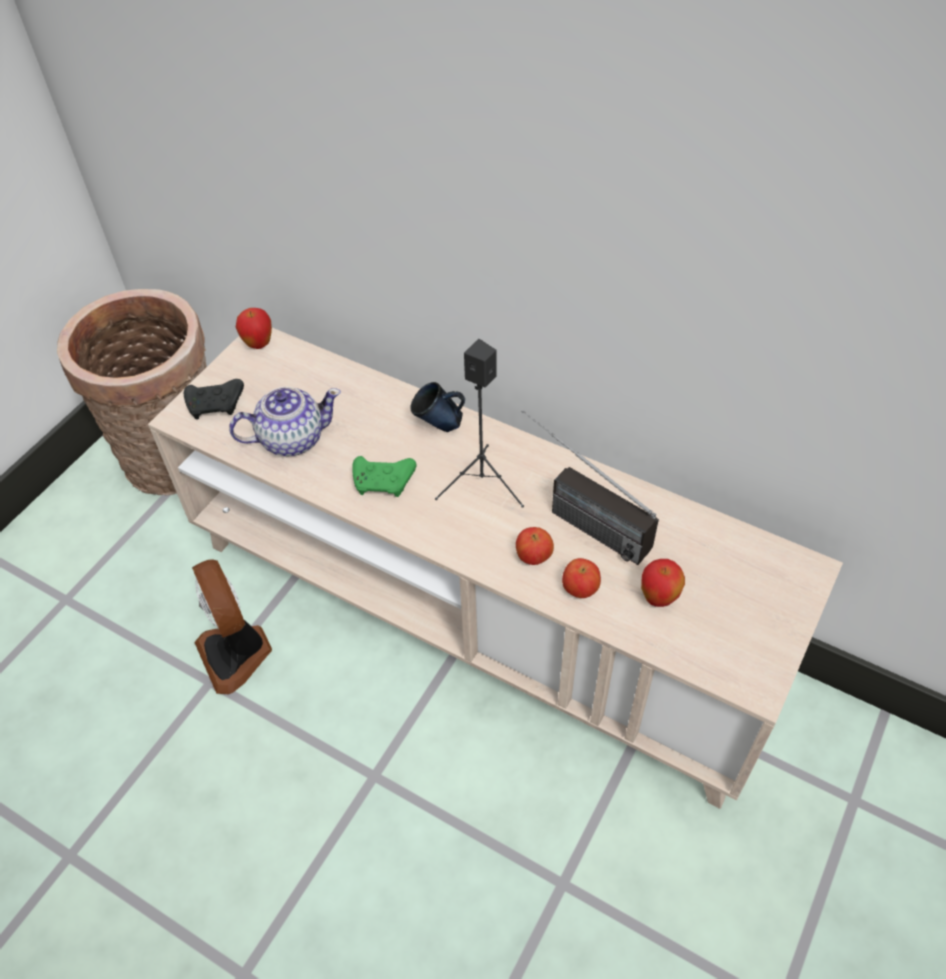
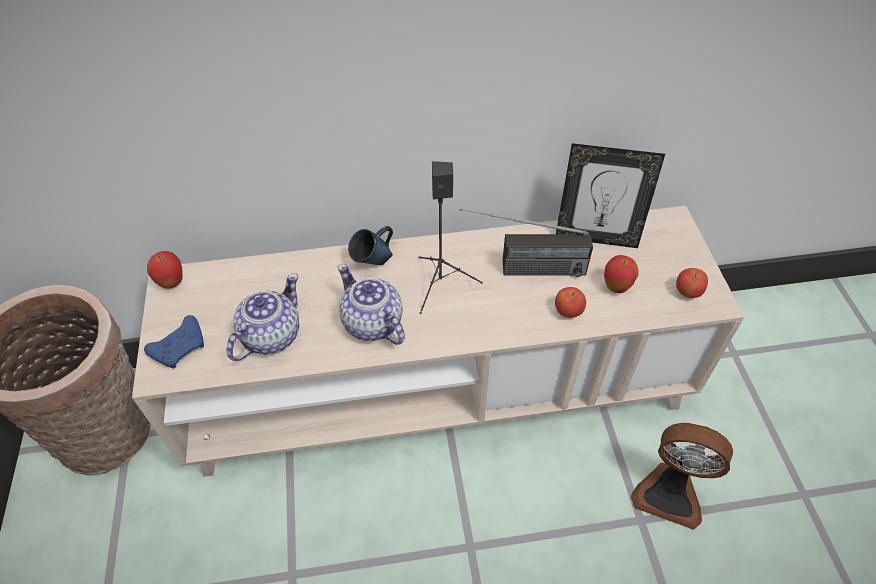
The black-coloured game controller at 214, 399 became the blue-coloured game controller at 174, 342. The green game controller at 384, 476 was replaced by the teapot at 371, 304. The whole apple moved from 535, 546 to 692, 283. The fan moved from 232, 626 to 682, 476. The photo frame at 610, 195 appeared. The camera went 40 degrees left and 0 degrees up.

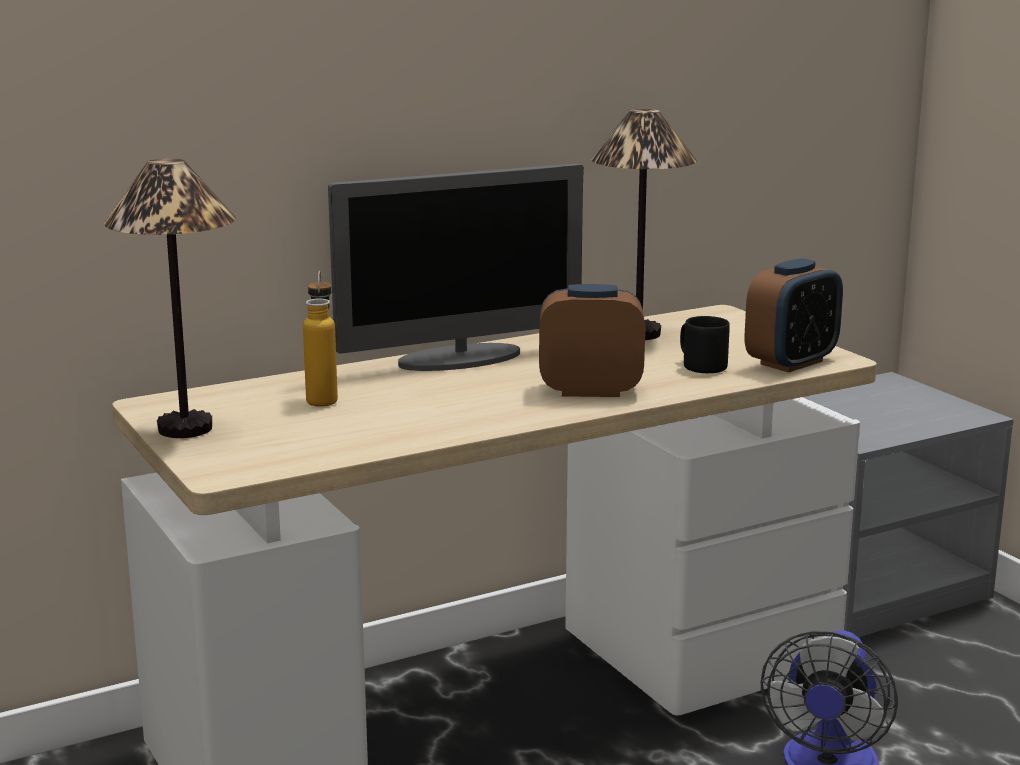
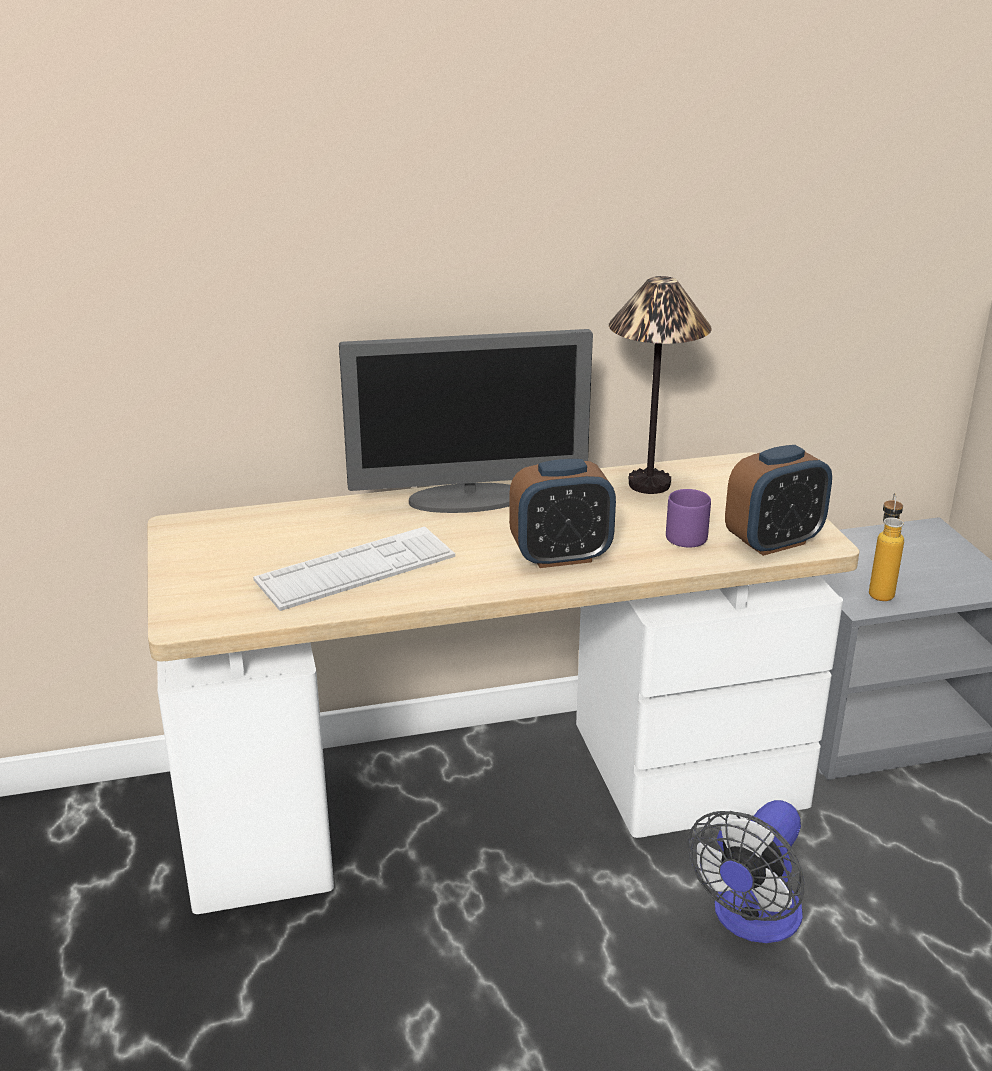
The lamp for a table at 170, 298 disappeared. The beverage bottle moved from 320, 339 to 886, 547. The alarm clock at 592, 340 turned 150 degrees clockwise. The black-coloured mug at 705, 344 became the purplish mug at 688, 518. The PC keyboard at 354, 568 appeared. The camera went 15 degrees right and 10 degrees up.

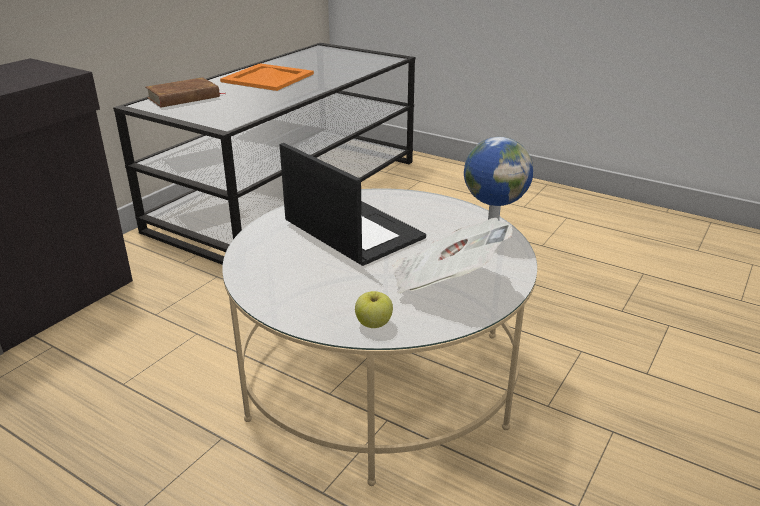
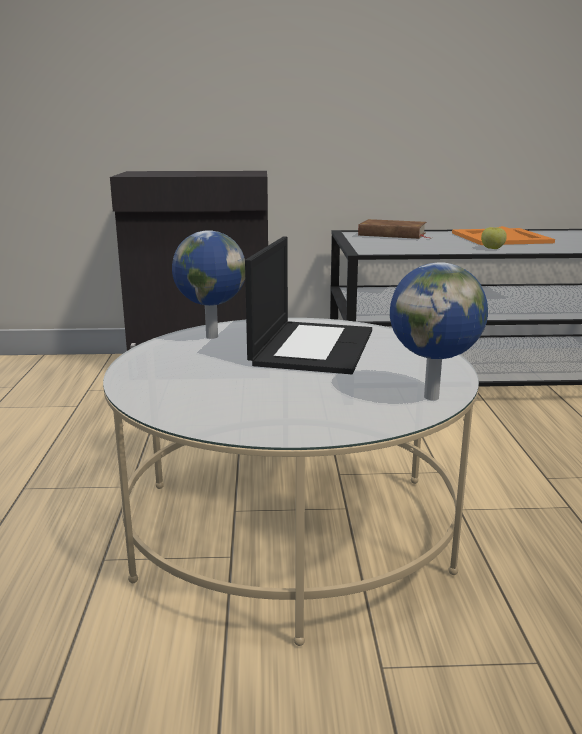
The newspaper at 453, 256 disappeared. The whole apple moved from 374, 309 to 494, 238. The globe at 208, 284 appeared. The camera went 55 degrees right and 10 degrees down.

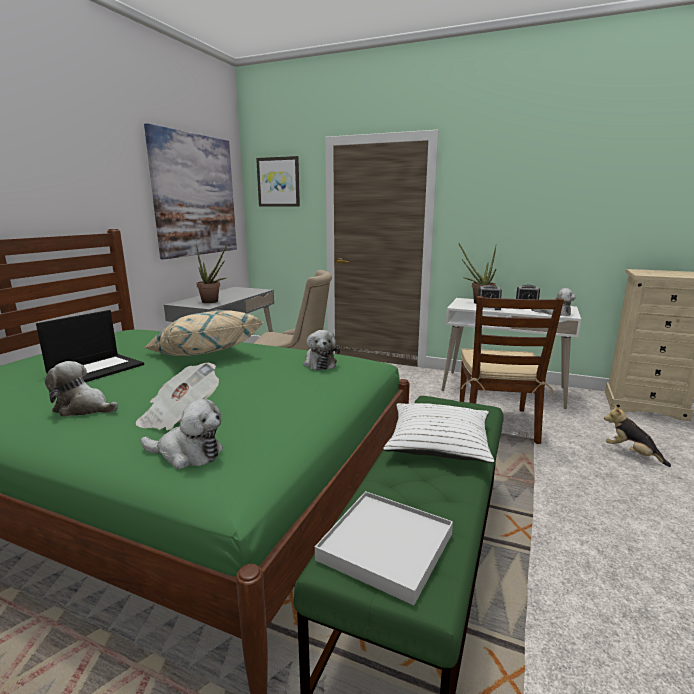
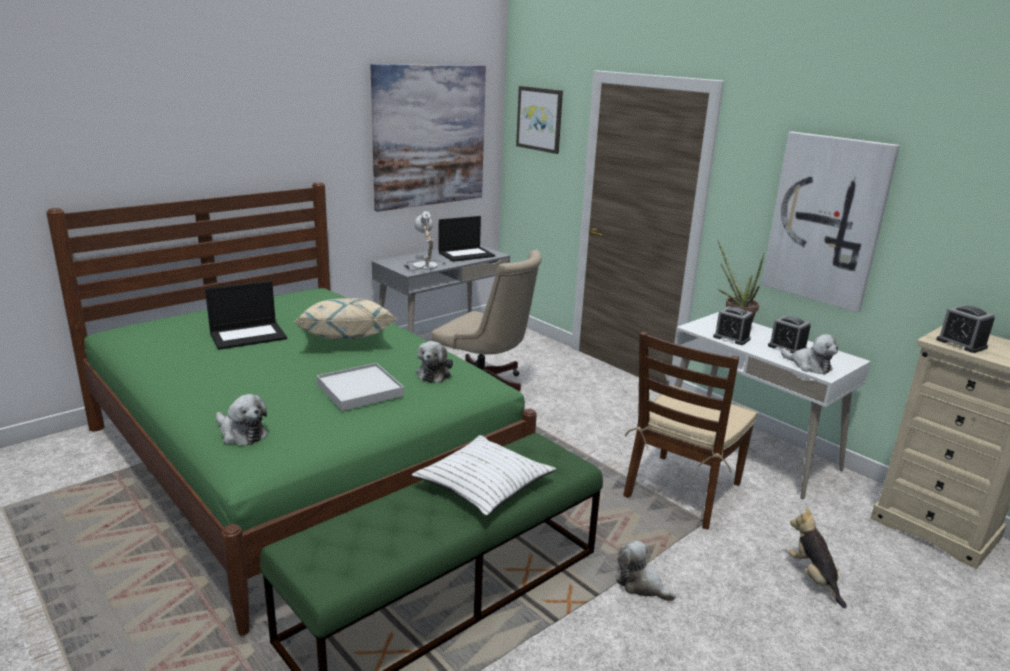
The plant in a pot at 212, 273 was replaced by the lamp for a table at 425, 241. The plush toy moved from 81, 389 to 646, 570. The newspaper at 177, 396 disappeared. The whitish carrying tray moved from 384, 548 to 360, 387. The picture at 830, 222 appeared. The notebook computer at 466, 239 appeared. The alarm clock at 965, 329 appeared. The camera went 25 degrees right and 5 degrees up.

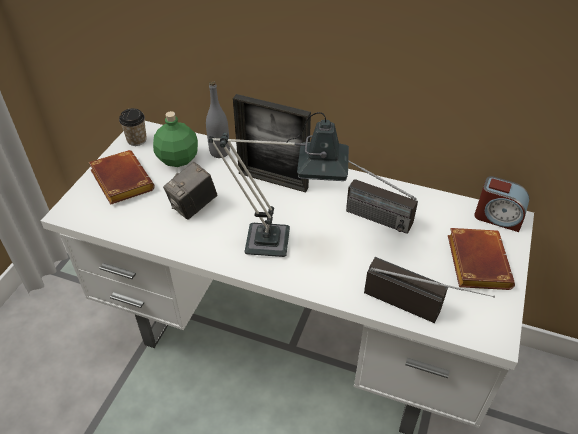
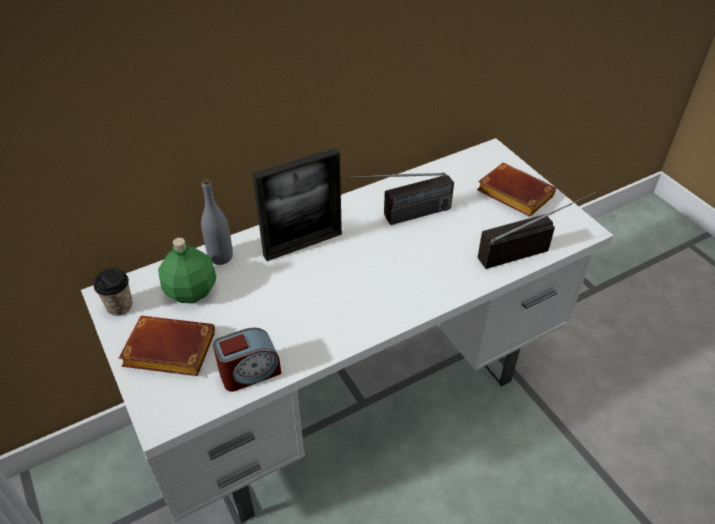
The lamp for a table at 279, 184 disappeared. The still camera at 190, 191 disappeared. The alarm clock moved from 502, 204 to 247, 360. The camera went 50 degrees left and 0 degrees up.

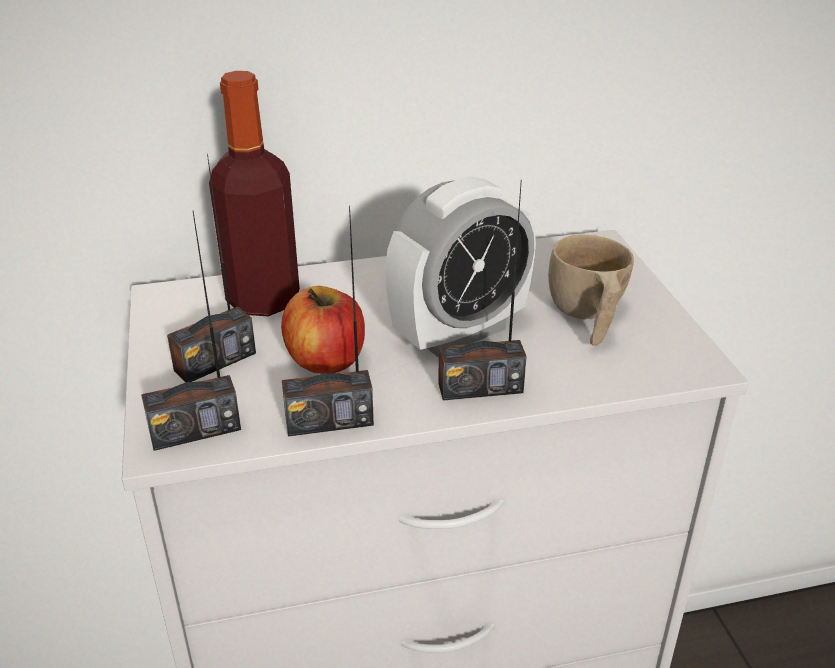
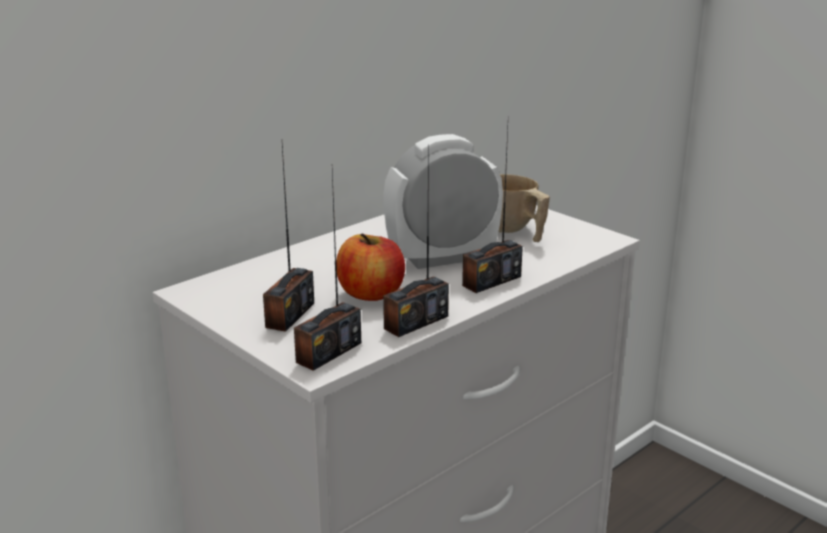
The beverage bottle at 254, 193 disappeared. The alarm clock at 460, 267 turned 135 degrees counterclockwise. The camera went 30 degrees left and 10 degrees down.

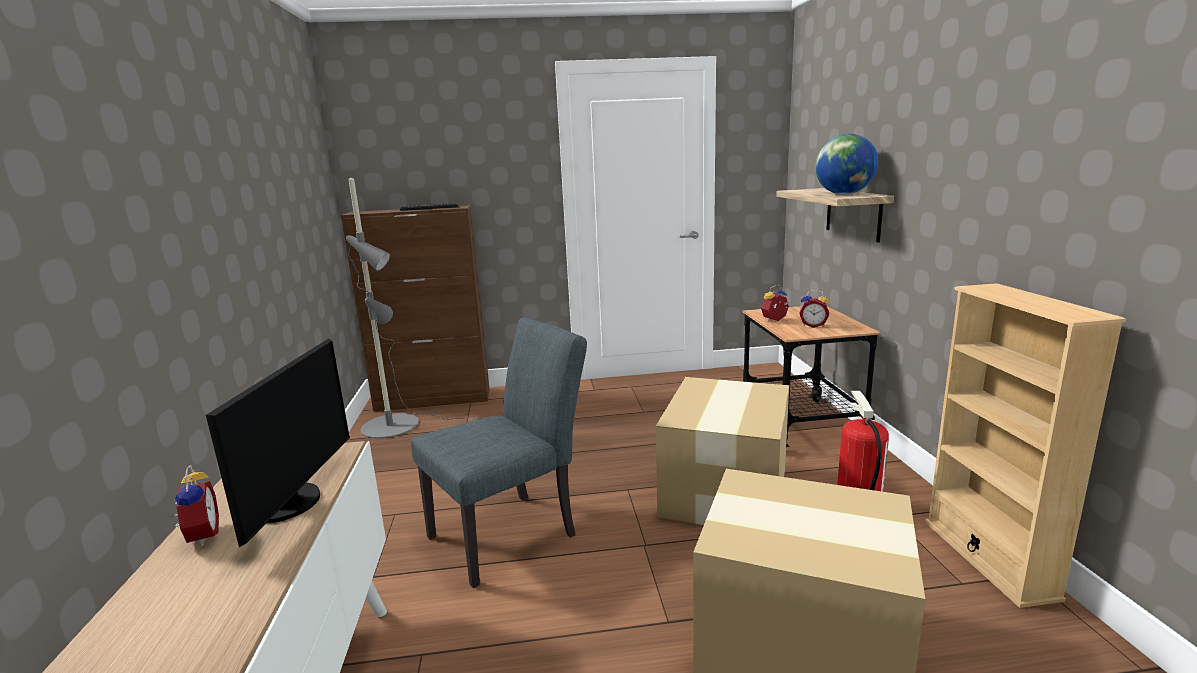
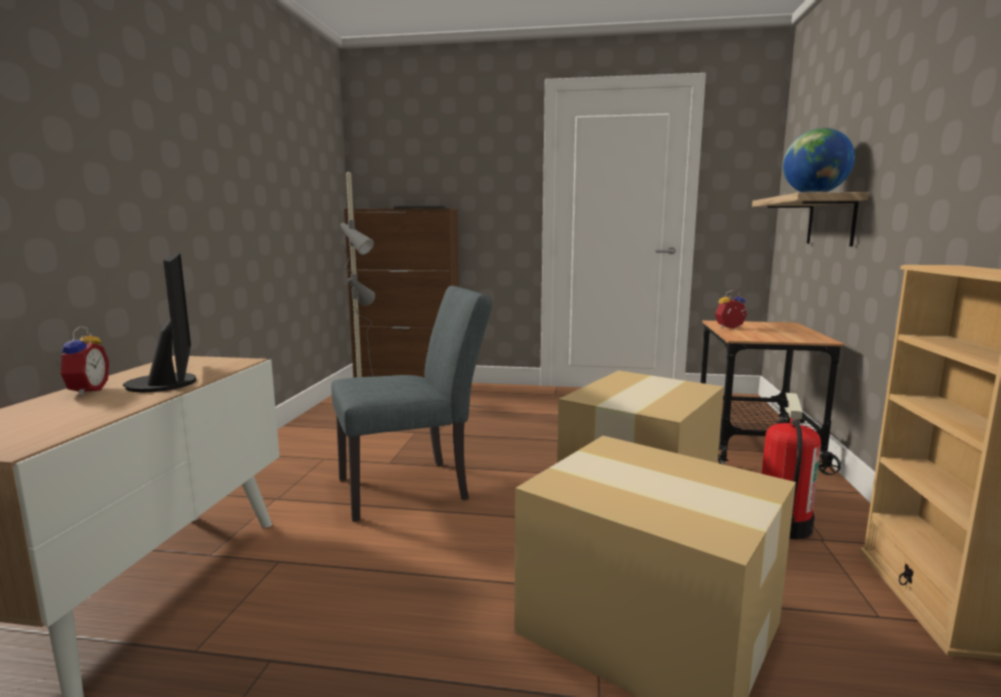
The alarm clock at 814, 309 disappeared. The monitor at 278, 442 turned 45 degrees counterclockwise. The camera went 15 degrees right and 5 degrees down.

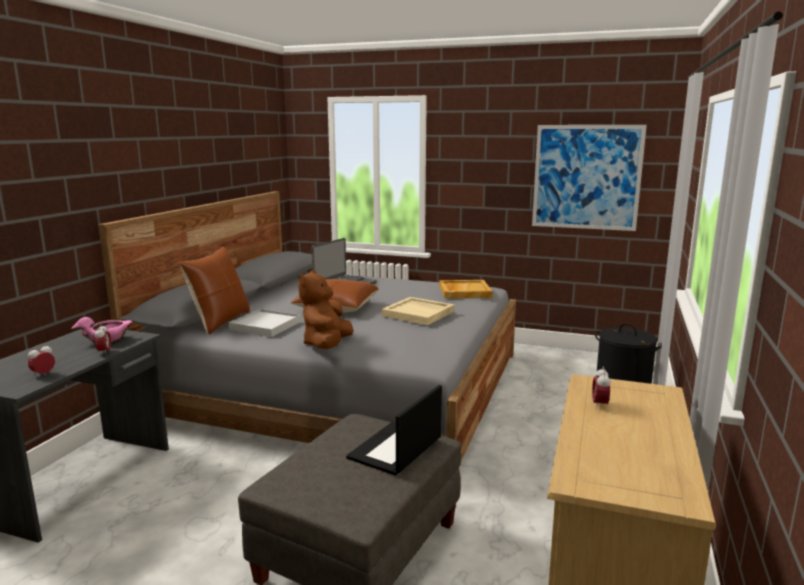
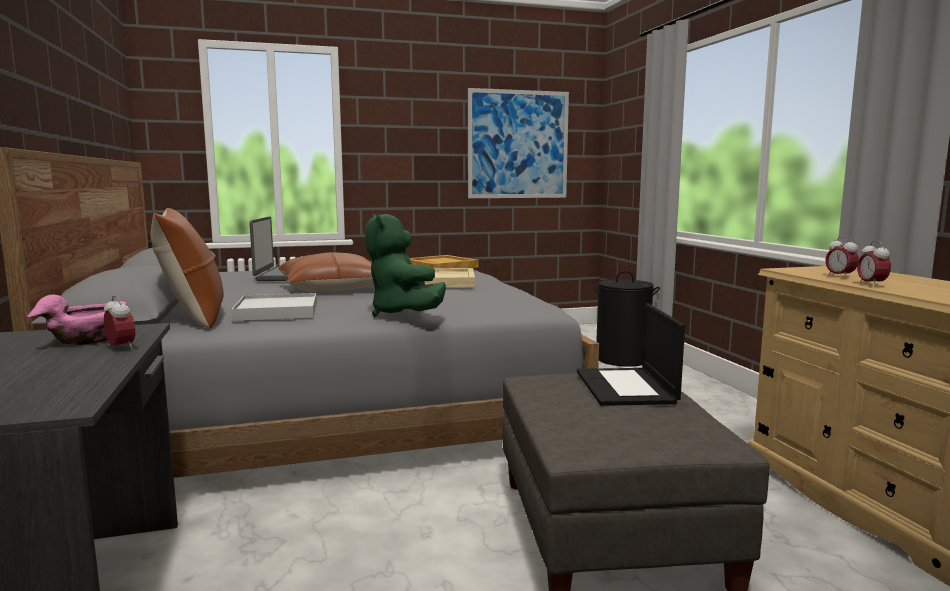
The brownish plush toy at 325, 309 became the green plush toy at 405, 265. The alarm clock moved from 41, 360 to 874, 264. The camera went 35 degrees left and 5 degrees down.

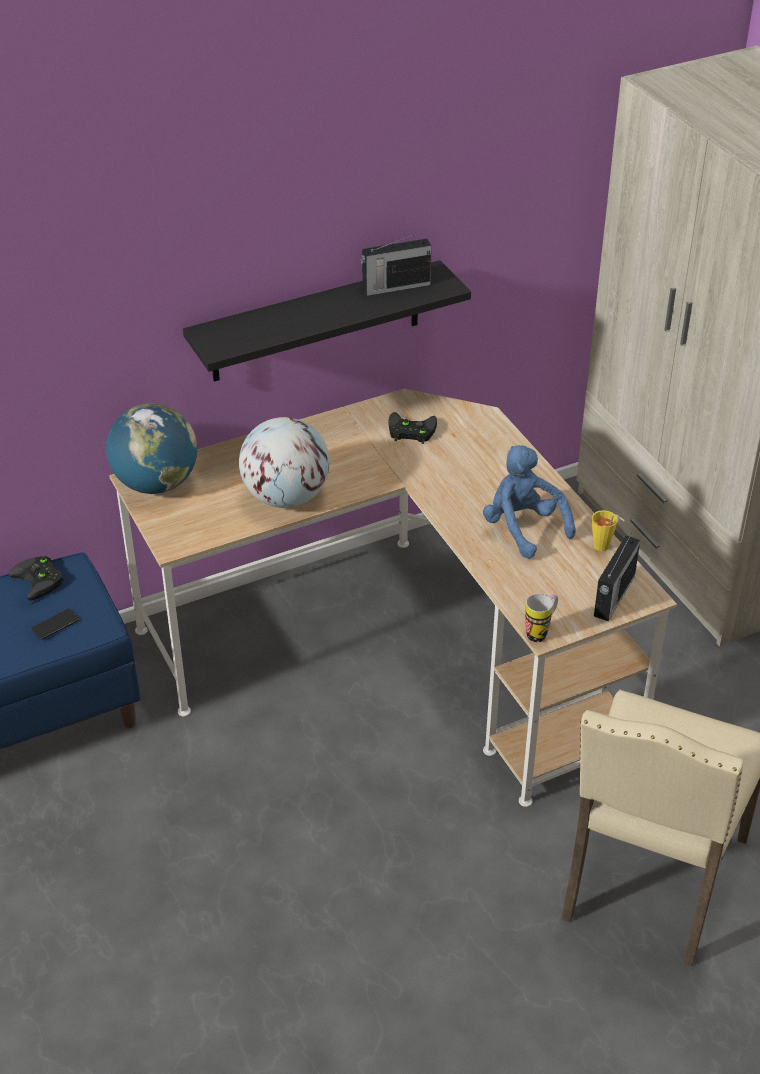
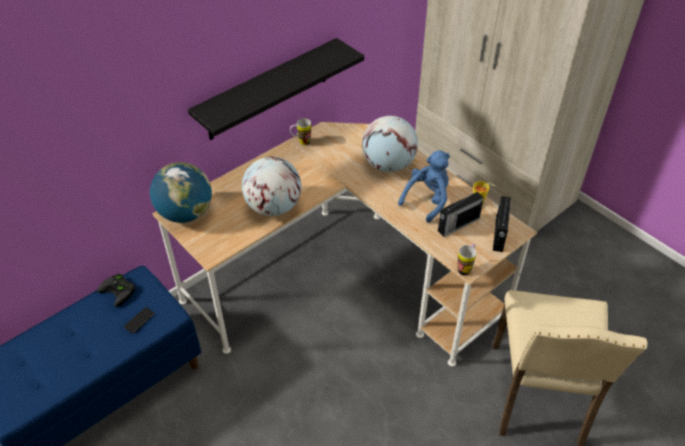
The radio moved from 396, 264 to 461, 214. The black-coloured game controller at 412, 428 disappeared. The blue-coloured plush toy at 529, 502 turned 90 degrees clockwise. The globe at 390, 144 appeared. The mug at 300, 131 appeared. The camera went 15 degrees left and 5 degrees up.

